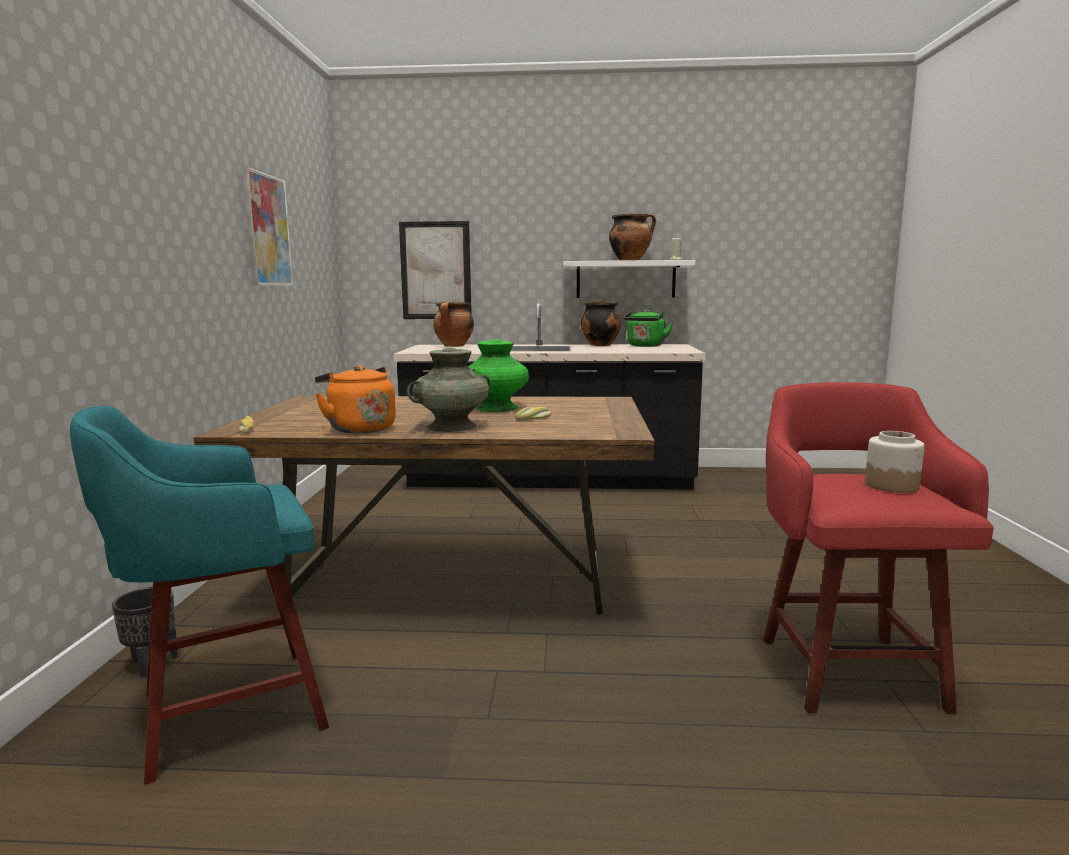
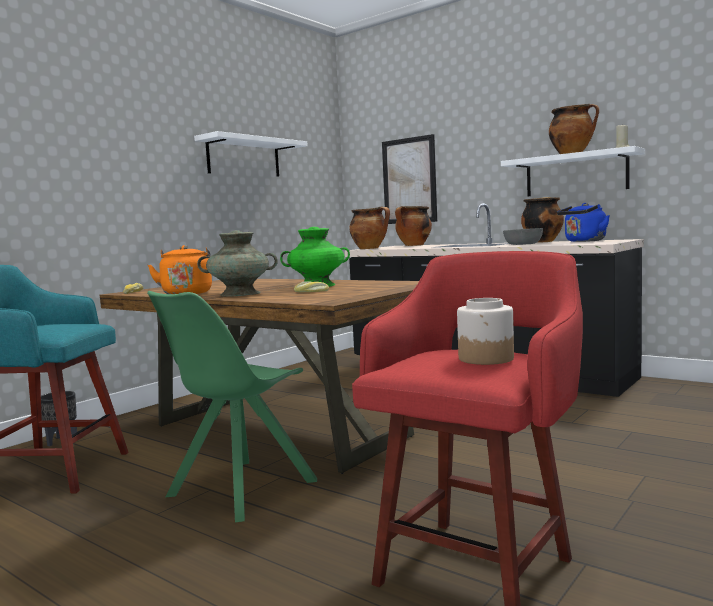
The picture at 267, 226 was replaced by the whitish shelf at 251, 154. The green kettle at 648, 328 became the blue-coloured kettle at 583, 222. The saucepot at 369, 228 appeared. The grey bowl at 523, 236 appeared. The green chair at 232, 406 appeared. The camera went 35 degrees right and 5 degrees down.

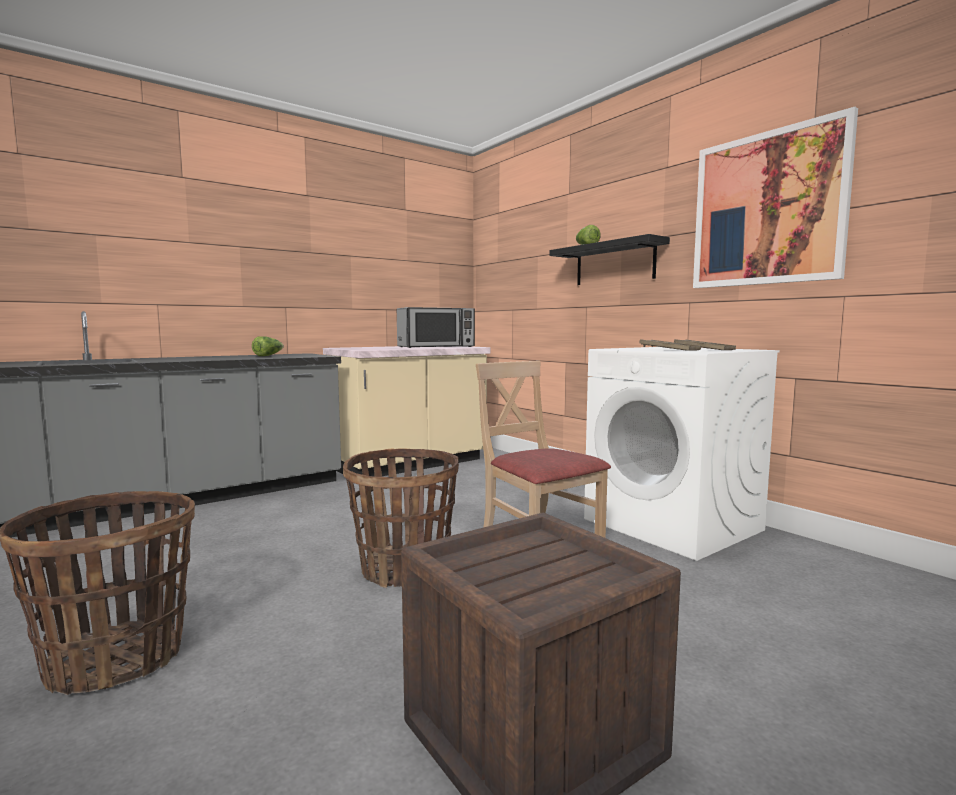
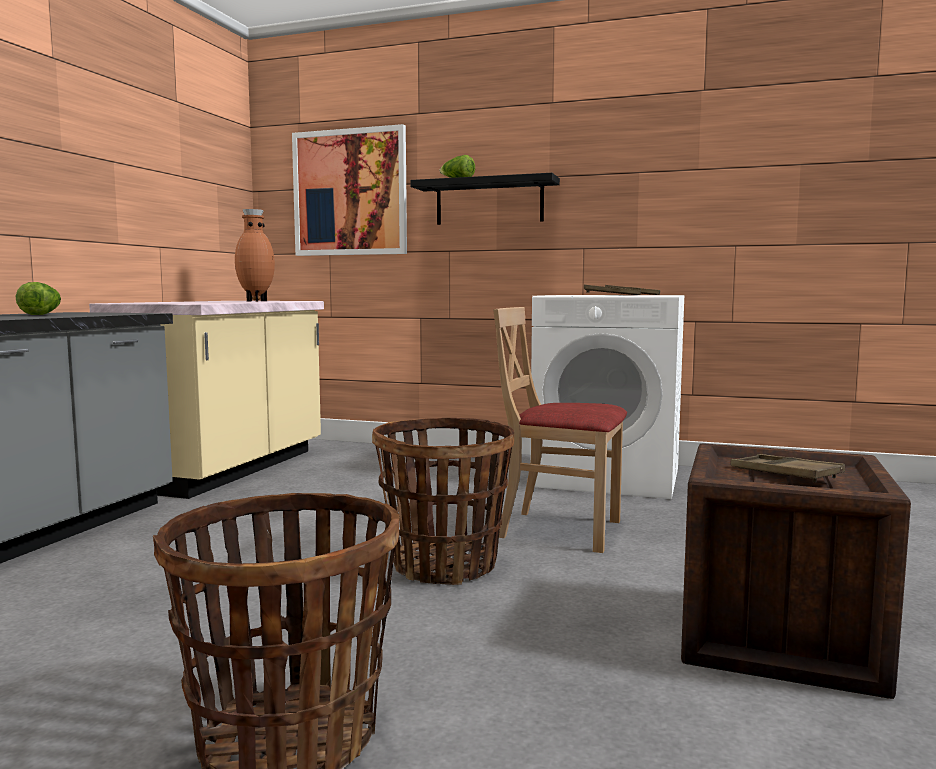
The picture moved from 775, 197 to 349, 190. The microwave at 436, 327 was replaced by the brownish decorative vase at 255, 255. The brownish carrying tray at 788, 468 appeared. The camera went 35 degrees left and 0 degrees up.

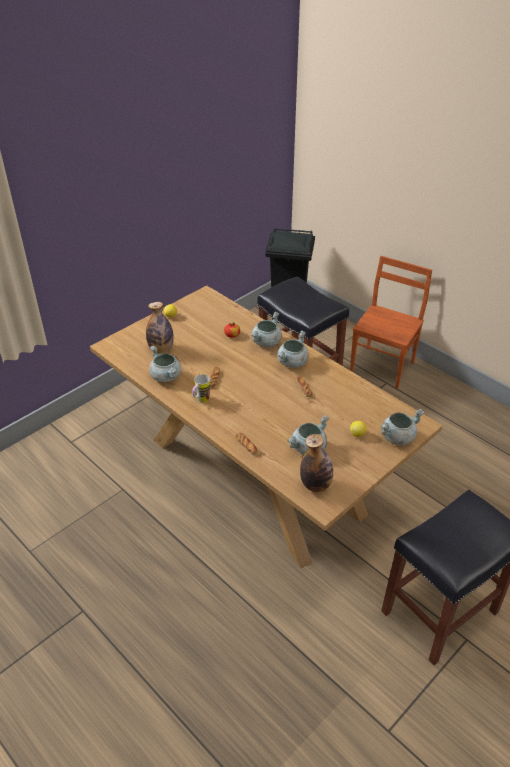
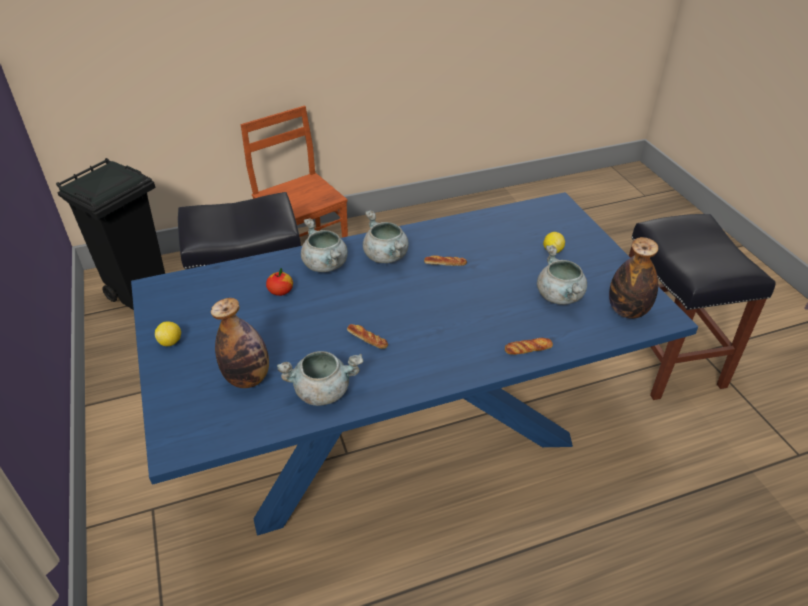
The brownish dinner table at 266, 426 became the blue-coloured dinner table at 414, 364. The mug at 201, 388 disappeared. The grey saucepot at 402, 427 disappeared. The camera went 65 degrees left and 0 degrees up.

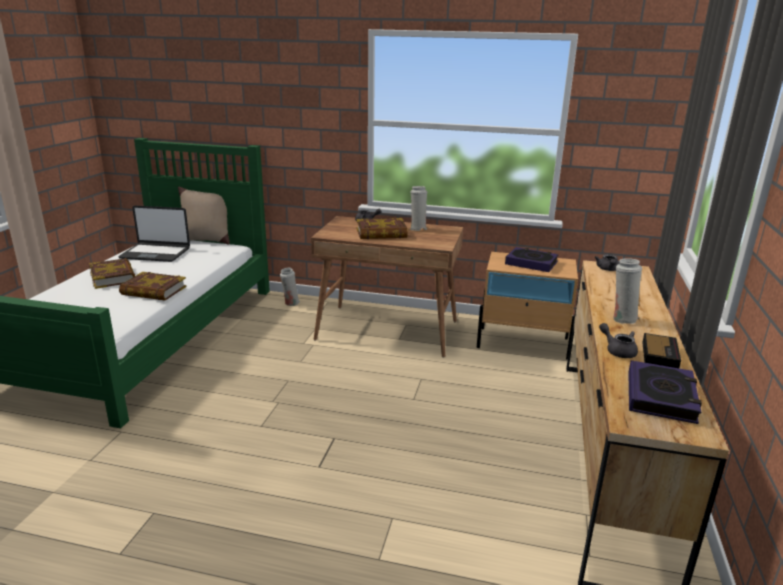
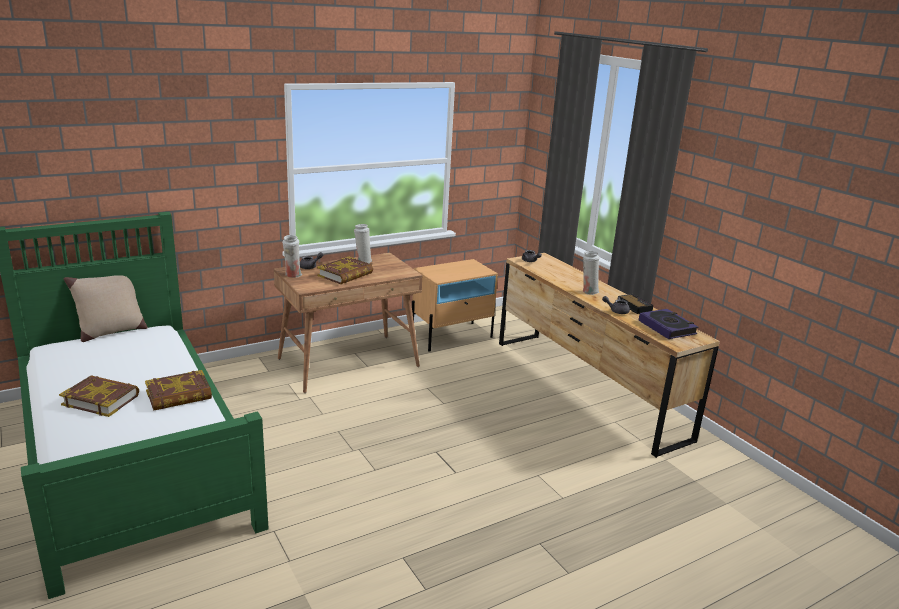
The notebook computer at 154, 234 disappeared. The bound book at 532, 259 disappeared. The whitish decorative vase moved from 290, 287 to 292, 256. The camera went 45 degrees left and 0 degrees up.

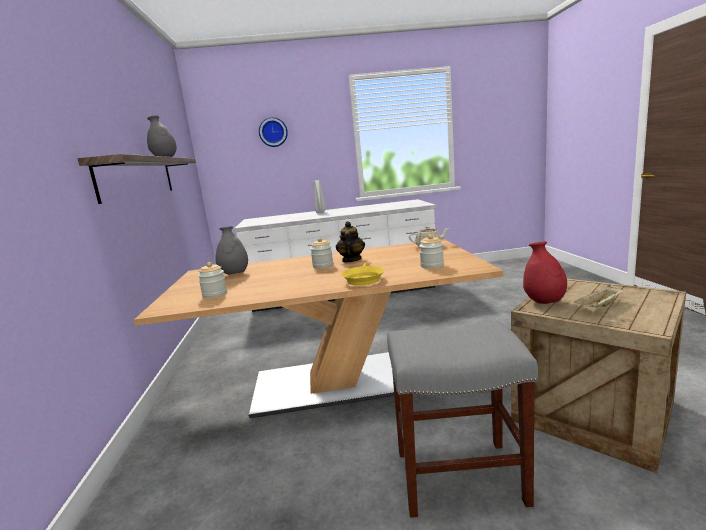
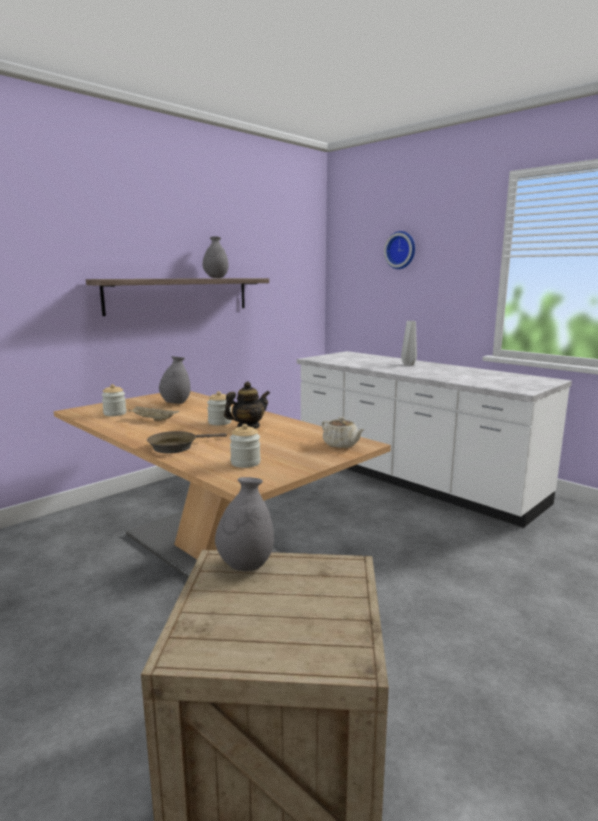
The red decorative vase at 545, 272 became the grey decorative vase at 244, 524. The yellow frying pan at 363, 274 became the brownish frying pan at 187, 442. The beige-coloured carrying tray moved from 599, 296 to 154, 413. The grey stool at 462, 419 disappeared. The camera went 50 degrees right and 0 degrees up.

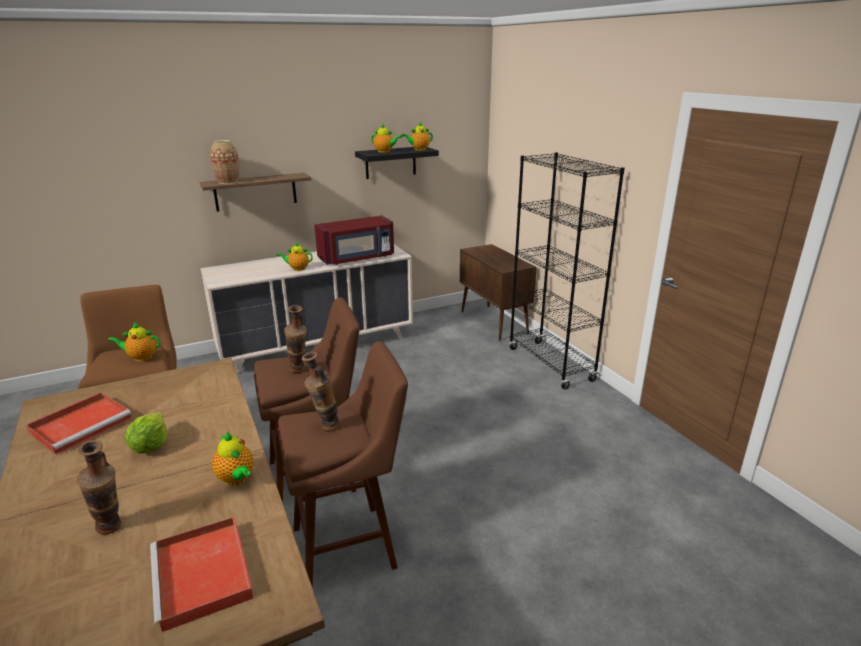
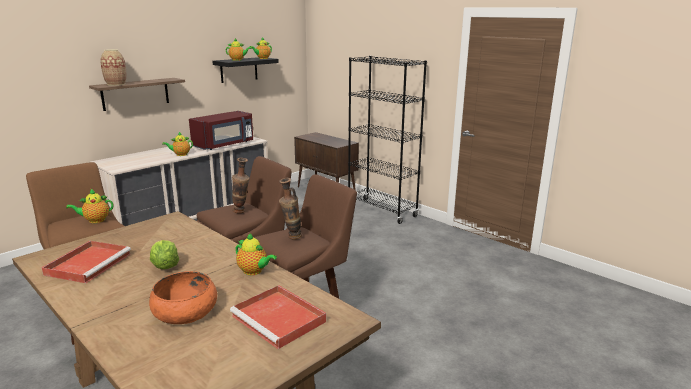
The decorative vase at 99, 487 was replaced by the orange-coloured bowl at 183, 297. The camera went 20 degrees left and 5 degrees down.

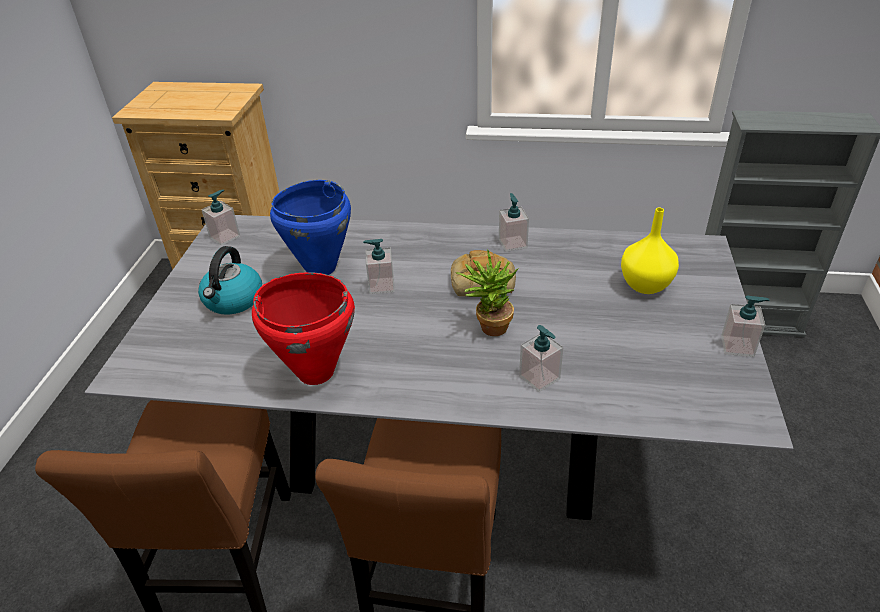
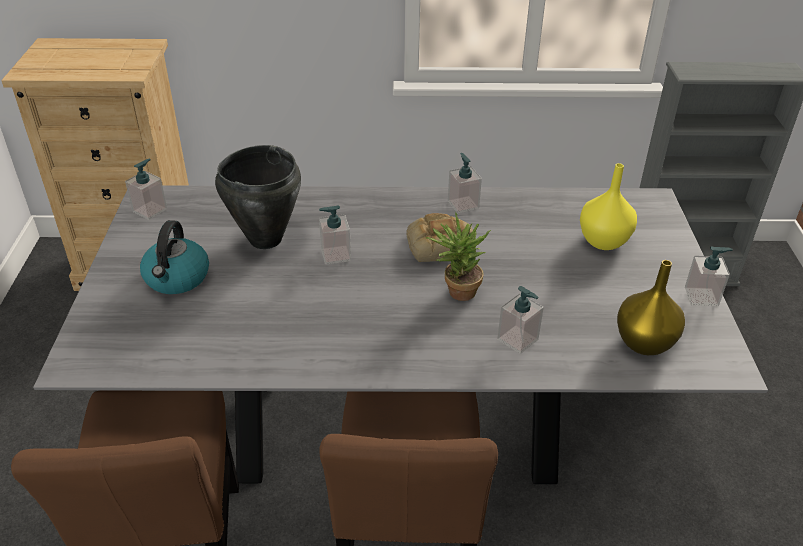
The blue-coloured saucepot at 310, 227 became the black-coloured saucepot at 258, 197. The red saucepot at 303, 328 disappeared. The yellow decorative vase at 651, 307 appeared. The camera went 10 degrees left and 0 degrees up.

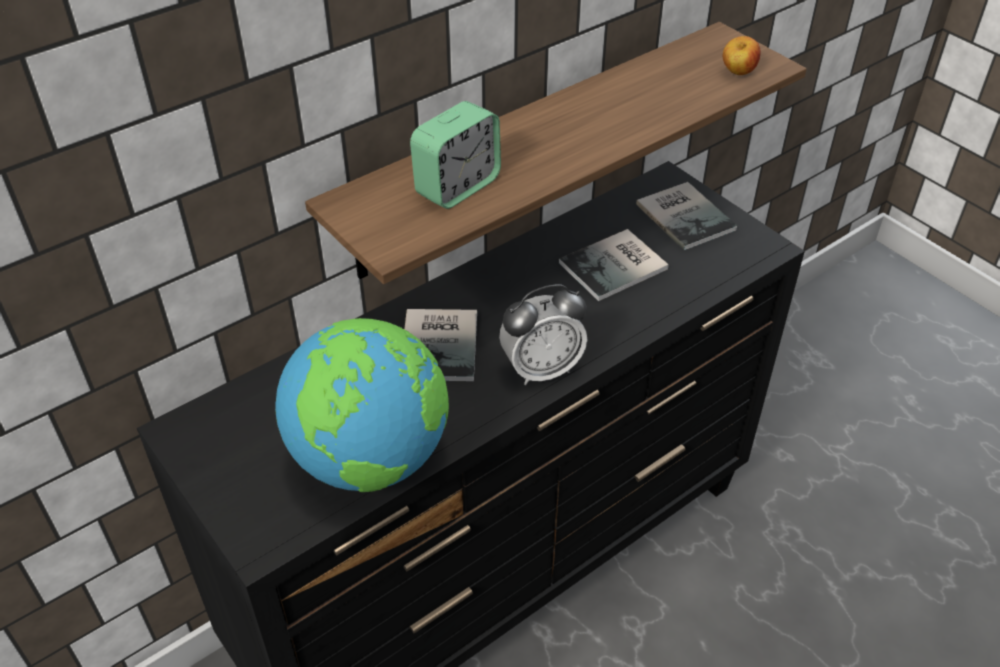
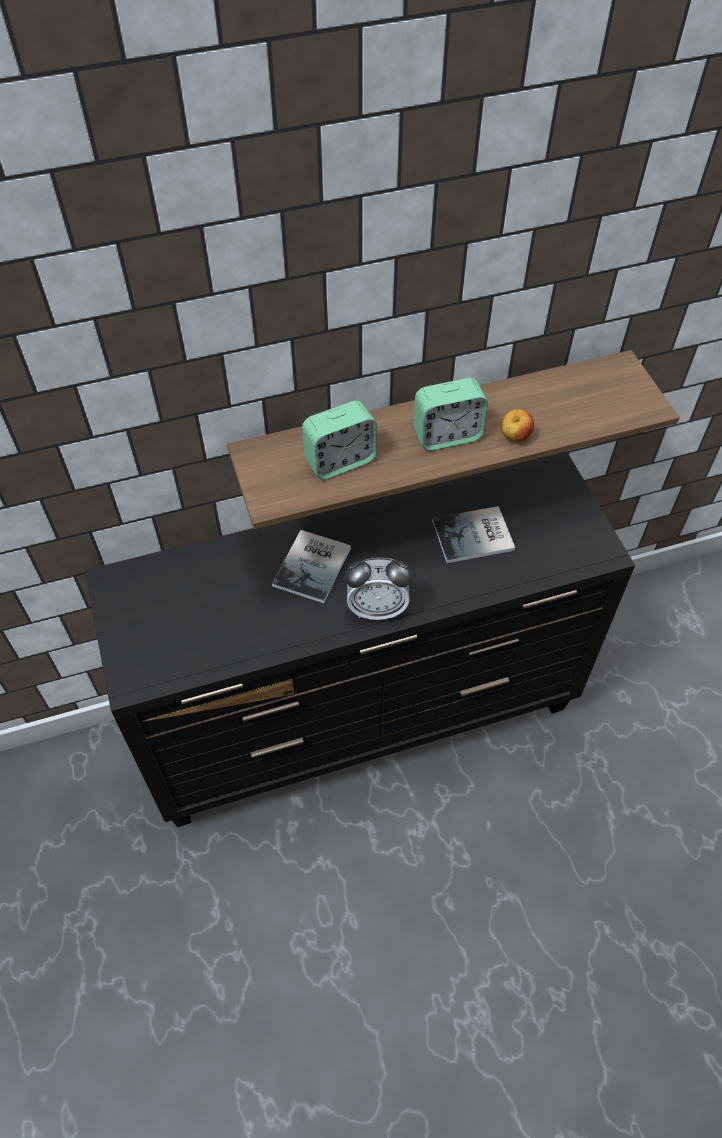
The whole apple moved from 742, 55 to 517, 425. The bound book at 686, 216 disappeared. The globe at 362, 405 disappeared. The alarm clock at 451, 414 appeared. The camera went 20 degrees right and 10 degrees up.

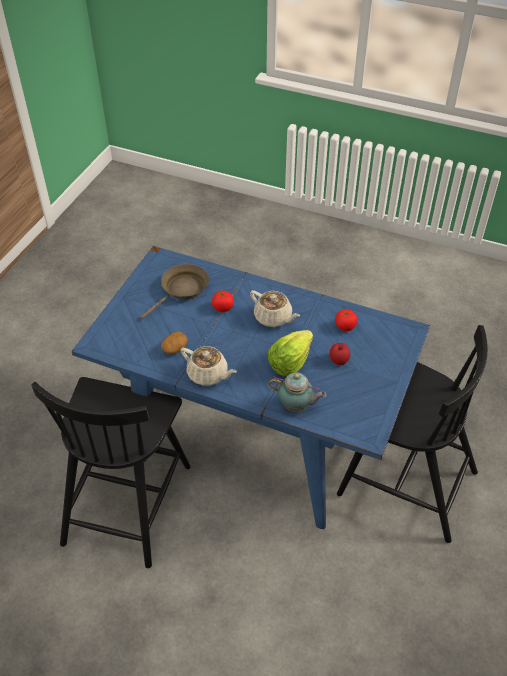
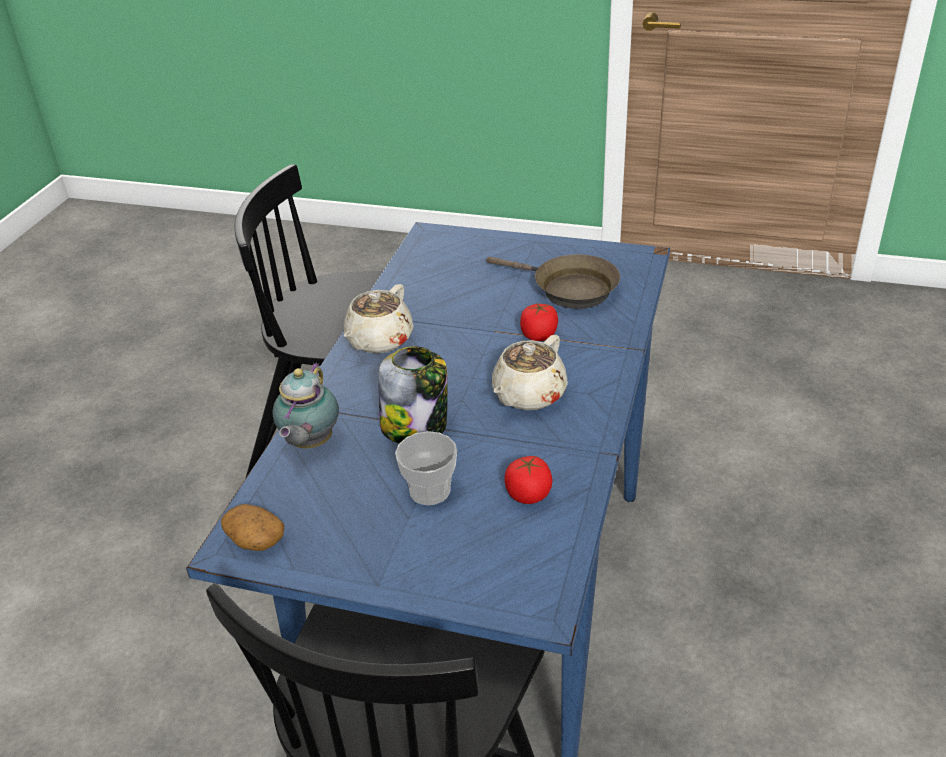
The head of lettuce at 290, 353 was replaced by the storage jar at 413, 394. The spud moved from 174, 343 to 252, 527. The whole apple at 339, 354 was replaced by the drinking cup at 426, 468. The camera went 85 degrees right and 10 degrees down.

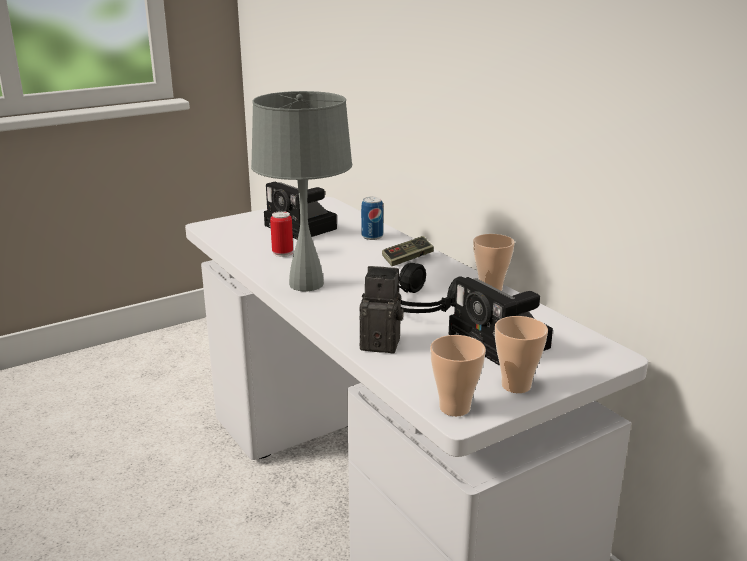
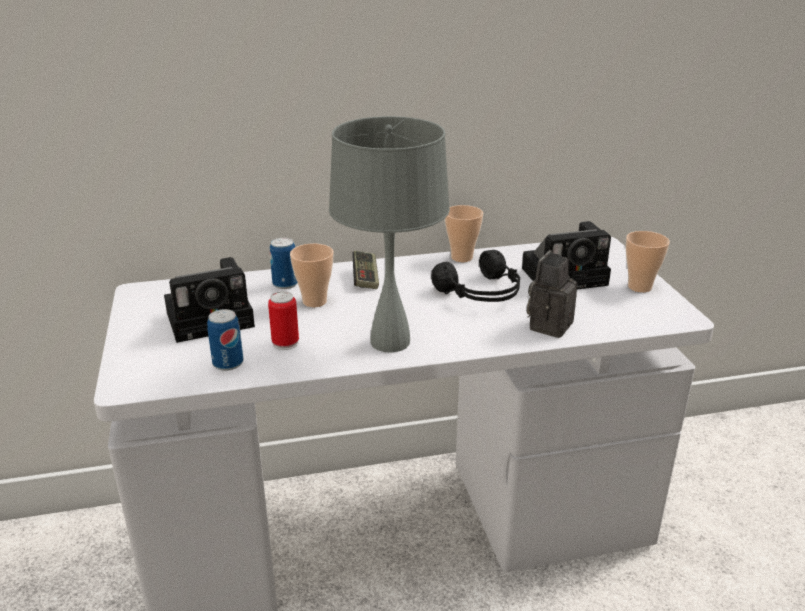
The drinking cup moved from 458, 375 to 312, 275. The sealed can at 225, 340 appeared. The camera went 70 degrees left and 5 degrees up.

